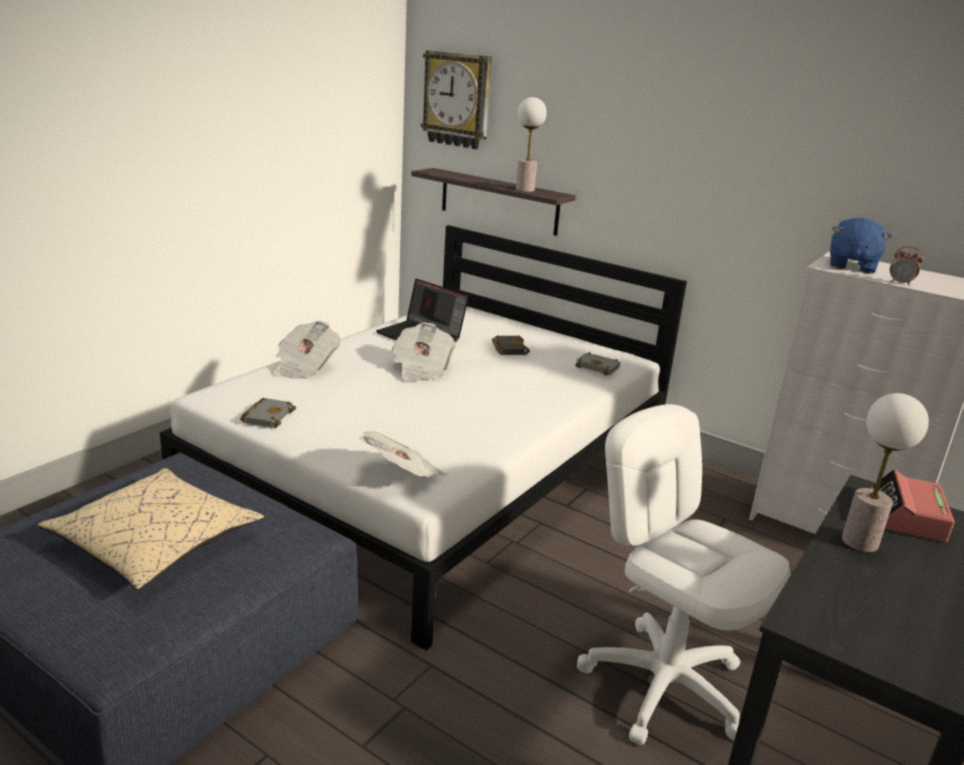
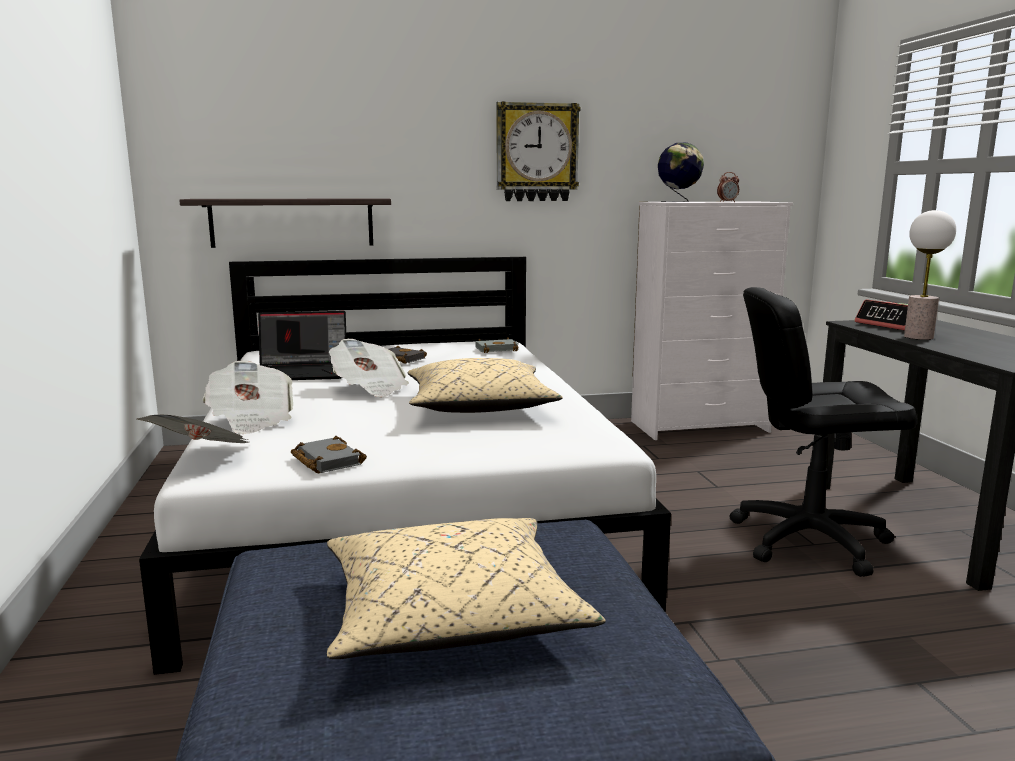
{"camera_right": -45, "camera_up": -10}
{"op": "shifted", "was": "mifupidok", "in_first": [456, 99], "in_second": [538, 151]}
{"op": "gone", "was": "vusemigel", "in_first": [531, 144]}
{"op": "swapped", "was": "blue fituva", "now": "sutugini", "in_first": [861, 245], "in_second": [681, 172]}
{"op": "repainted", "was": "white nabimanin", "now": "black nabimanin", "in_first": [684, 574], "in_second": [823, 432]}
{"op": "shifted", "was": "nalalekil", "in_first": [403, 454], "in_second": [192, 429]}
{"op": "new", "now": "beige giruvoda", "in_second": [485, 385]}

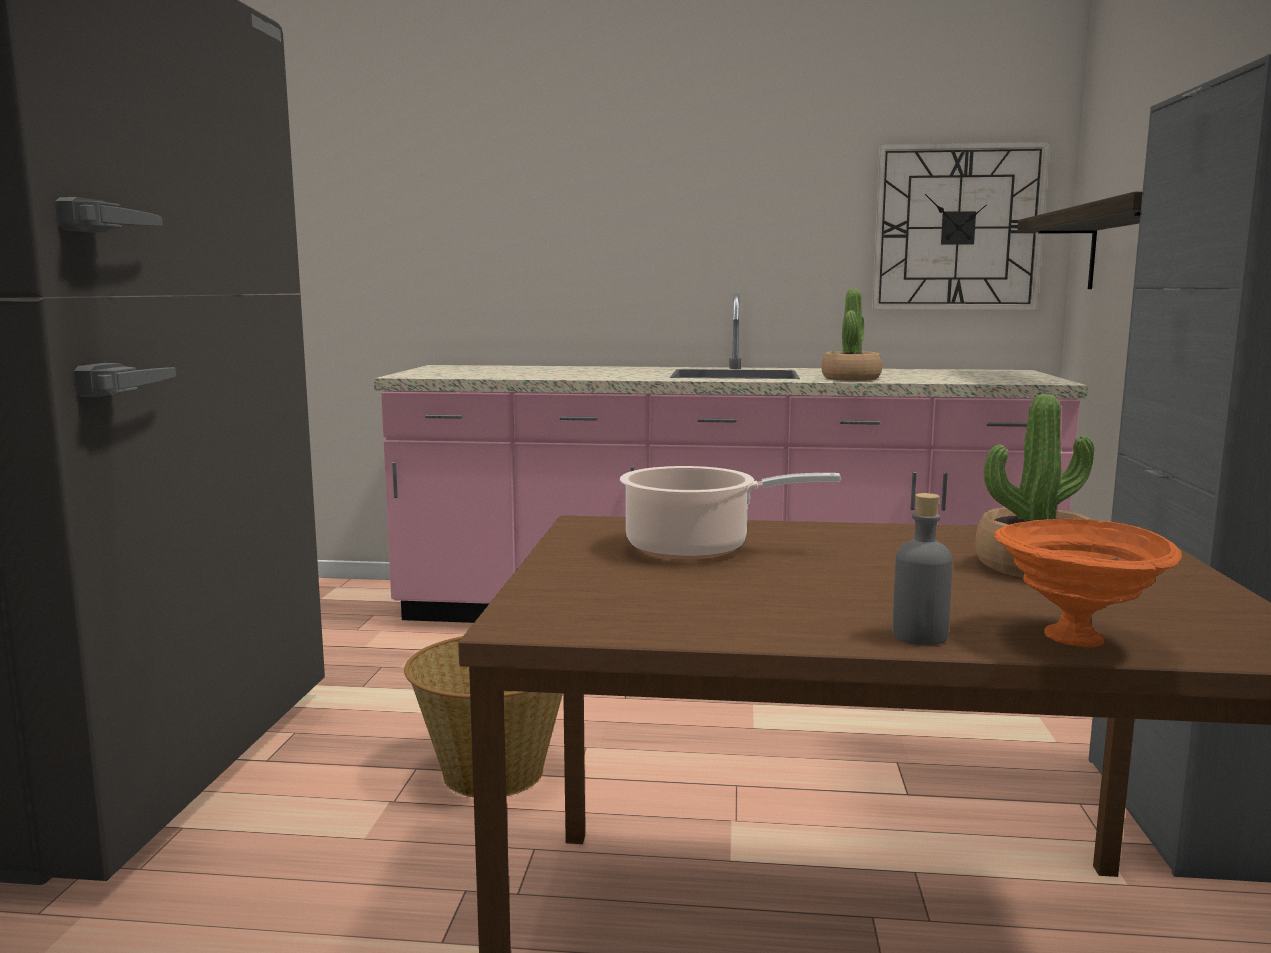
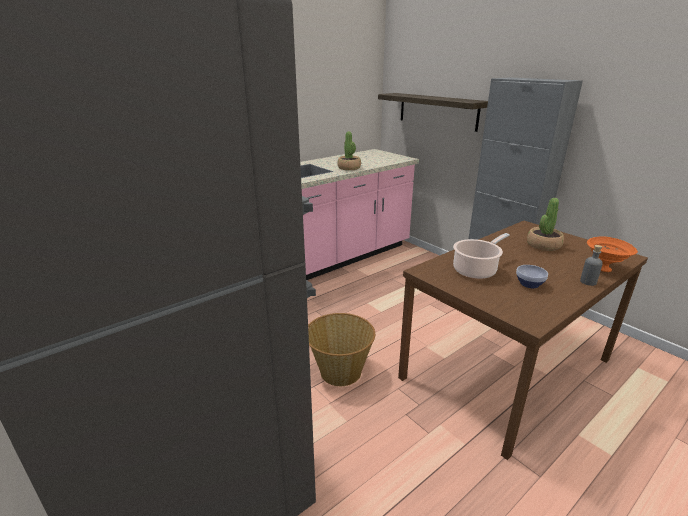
{"camera_right": -45, "camera_up": 15}
{"op": "gone", "was": "mifupidok", "in_first": [961, 226]}
{"op": "new", "now": "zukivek", "in_second": [532, 276]}

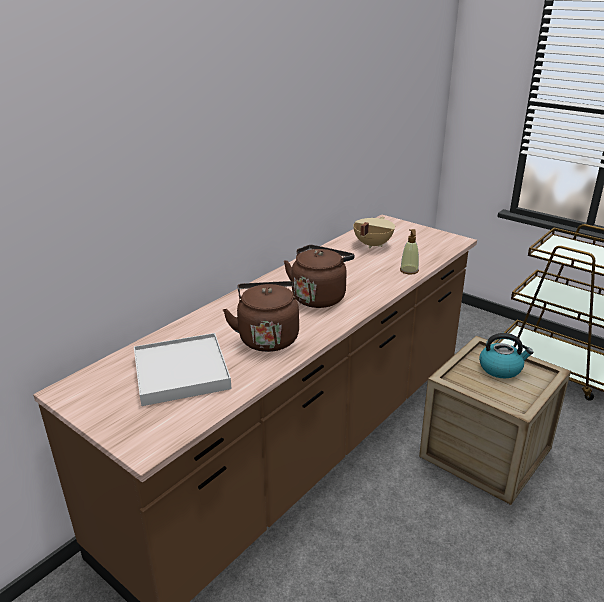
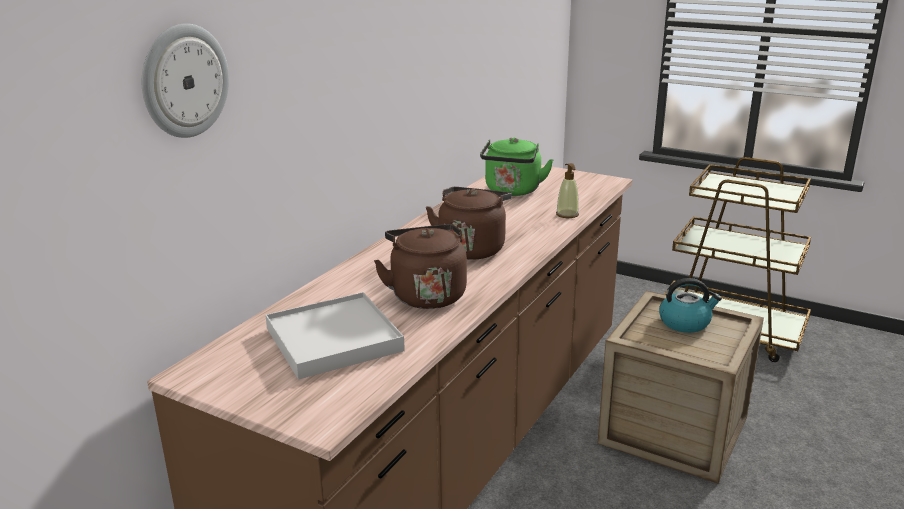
{"camera_right": -10, "camera_up": -5}
{"op": "swapped", "was": "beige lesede", "now": "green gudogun", "in_first": [374, 232], "in_second": [516, 166]}
{"op": "new", "now": "mifupidok", "in_second": [185, 80]}

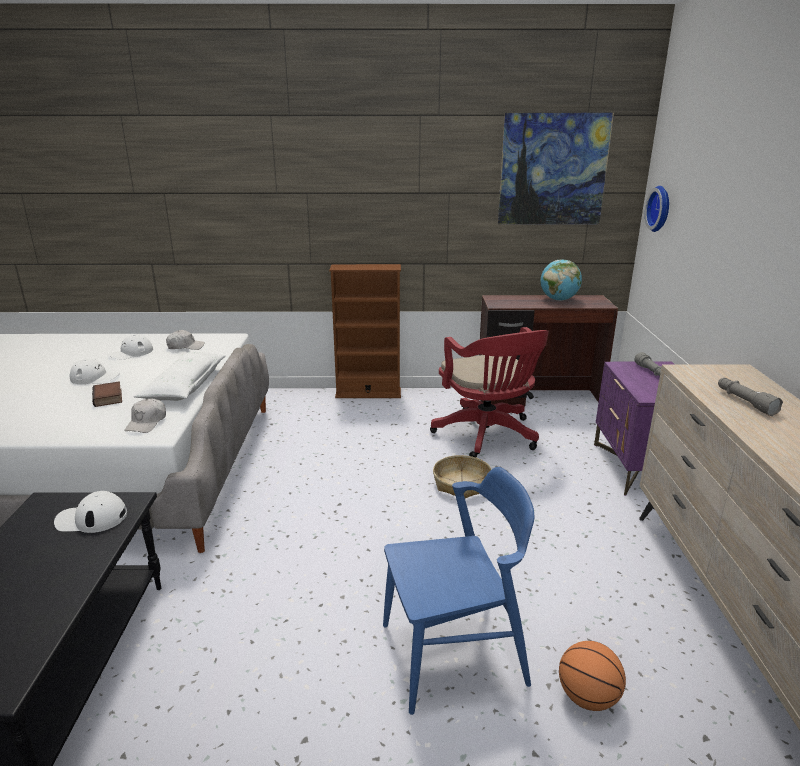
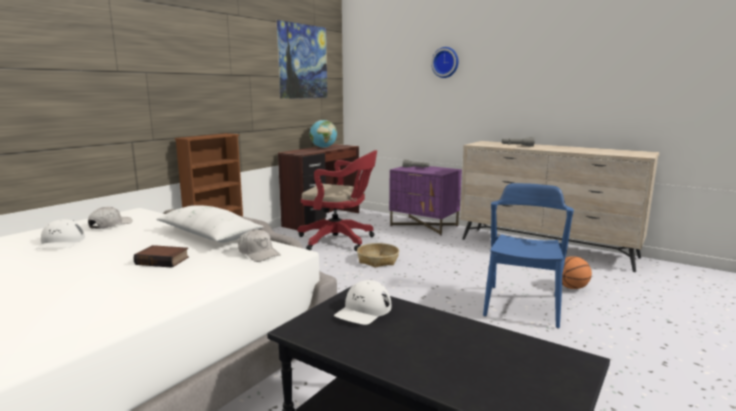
{"camera_right": -55, "camera_up": -10}
{"op": "shifted", "was": "mifupidok", "in_first": [657, 209], "in_second": [445, 62]}
{"op": "gone", "was": "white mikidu", "in_first": [95, 371]}

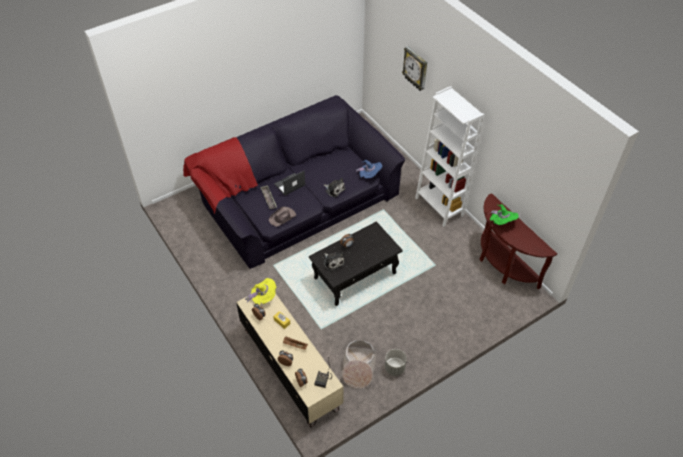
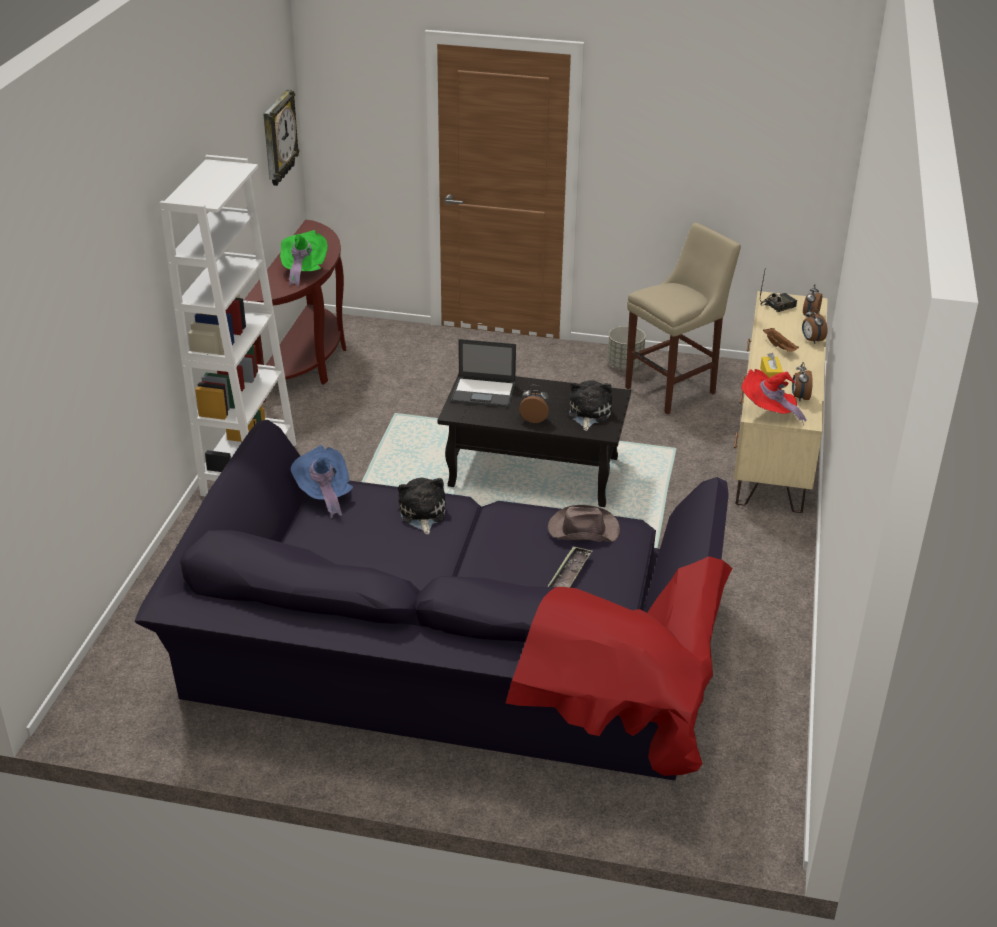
{"camera_right": -135, "camera_up": -15}
{"op": "shifted", "was": "mifupidok", "in_first": [414, 68], "in_second": [281, 137]}
{"op": "shifted", "was": "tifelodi", "in_first": [289, 183], "in_second": [483, 373]}
{"op": "repainted", "was": "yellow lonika", "now": "red lonika", "in_first": [261, 291], "in_second": [774, 397]}
{"op": "swapped", "was": "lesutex", "now": "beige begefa", "in_first": [359, 364], "in_second": [683, 318]}

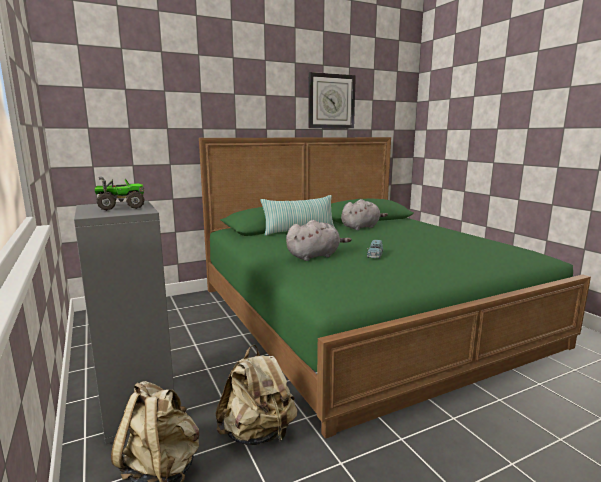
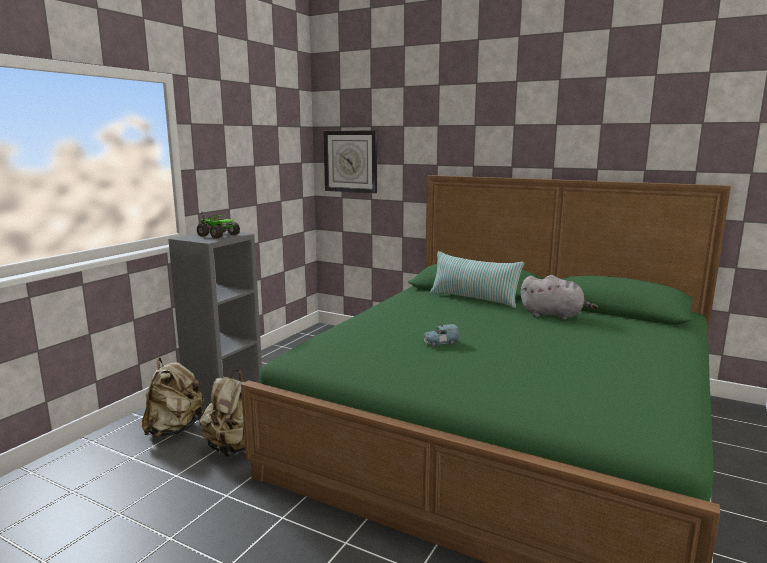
{"camera_right": 55, "camera_up": 0}
{"op": "shifted", "was": "mifupidok", "in_first": [332, 100], "in_second": [350, 162]}
{"op": "gone", "was": "grey fituva", "in_first": [318, 240]}

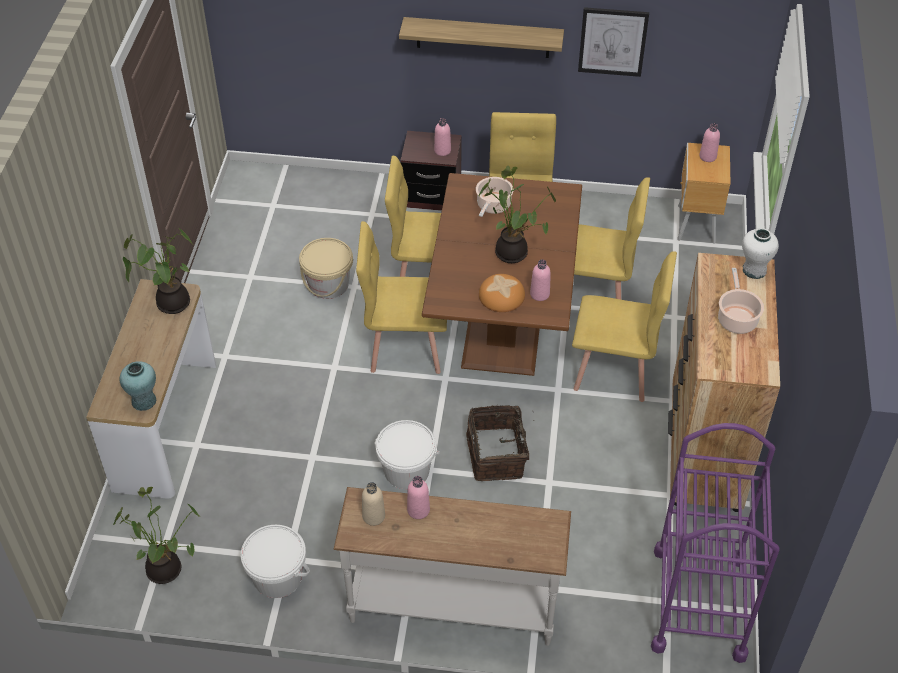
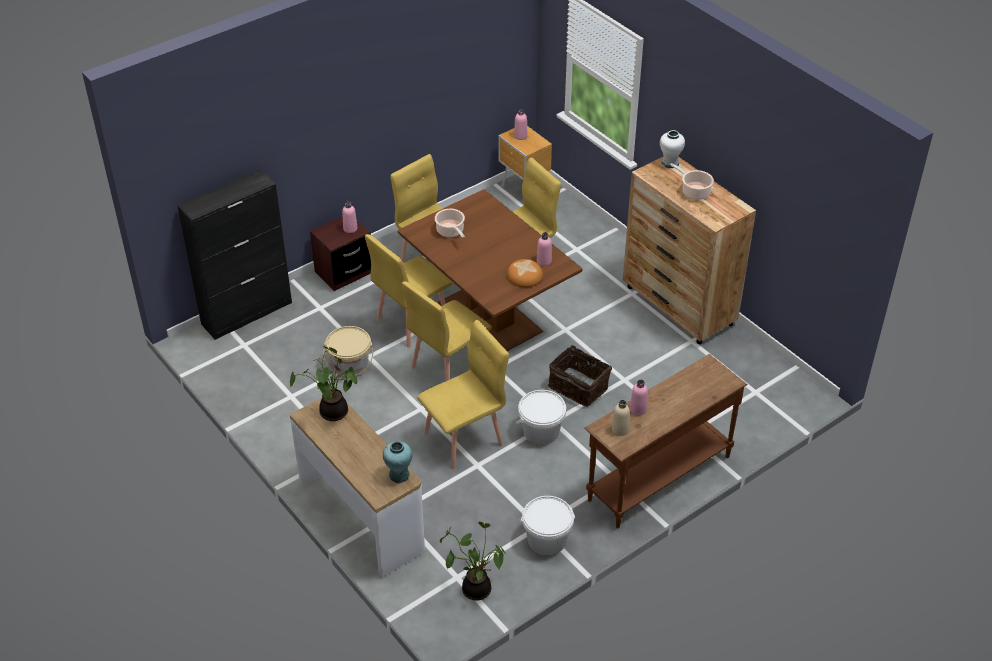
{"camera_right": -45, "camera_up": -5}
{"op": "gone", "was": "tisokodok", "in_first": [613, 42]}
{"op": "gone", "was": "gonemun", "in_first": [481, 37]}
{"op": "gone", "was": "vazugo", "in_first": [517, 214]}
{"op": "shifted", "was": "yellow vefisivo", "in_first": [624, 326], "in_second": [463, 394]}
{"op": "gone", "was": "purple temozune", "in_first": [715, 543]}
{"op": "repainted", "was": "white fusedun", "now": "brown fusedun", "in_first": [452, 566], "in_second": [666, 441]}
{"op": "new", "now": "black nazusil", "in_second": [234, 255]}

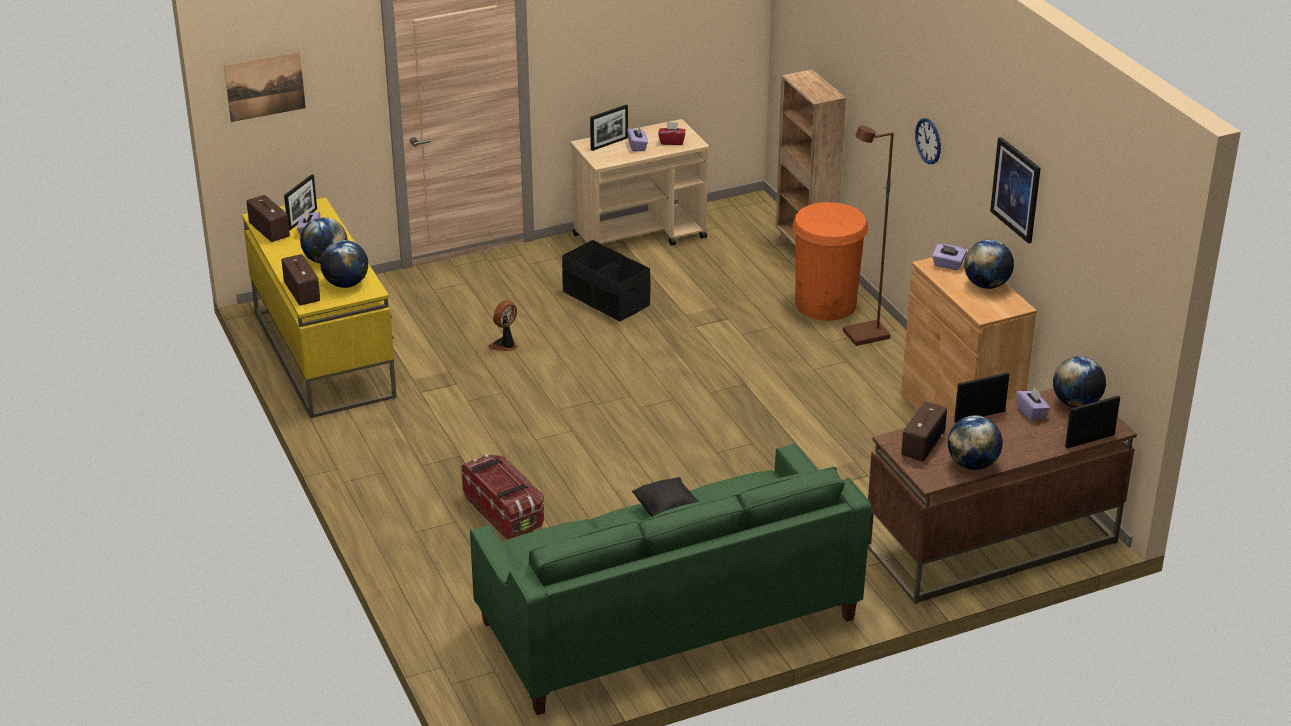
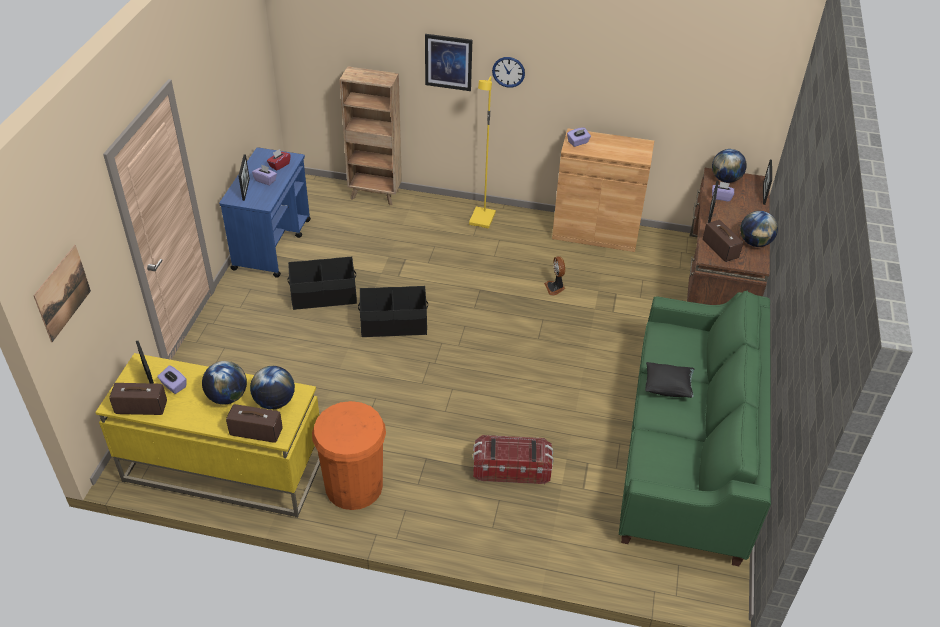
{"camera_right": -55, "camera_up": 10}
{"op": "repainted", "was": "beige temozune", "now": "blue temozune", "in_first": [640, 182], "in_second": [265, 212]}
{"op": "repainted", "was": "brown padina", "now": "yellow padina", "in_first": [868, 235], "in_second": [482, 152]}
{"op": "shifted", "was": "tisokodok", "in_first": [1015, 190], "in_second": [448, 62]}
{"op": "shifted", "was": "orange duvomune", "in_first": [830, 261], "in_second": [349, 455]}
{"op": "gone", "was": "sutugini", "in_first": [989, 264]}
{"op": "shifted", "was": "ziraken", "in_first": [503, 325], "in_second": [554, 276]}
{"op": "new", "now": "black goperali", "in_second": [393, 311]}

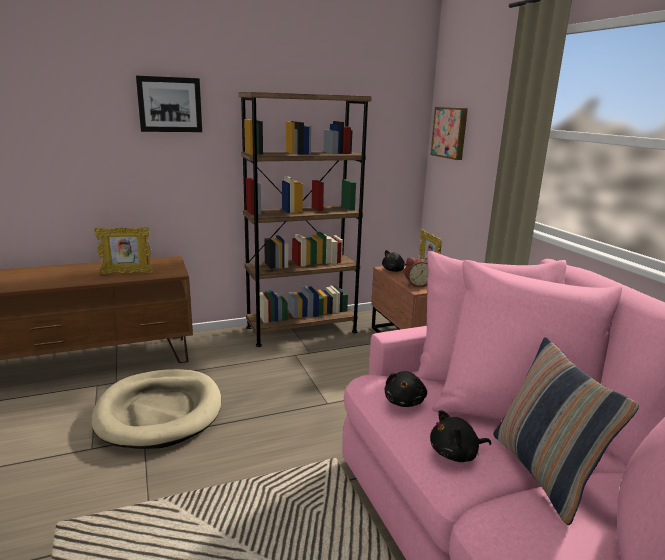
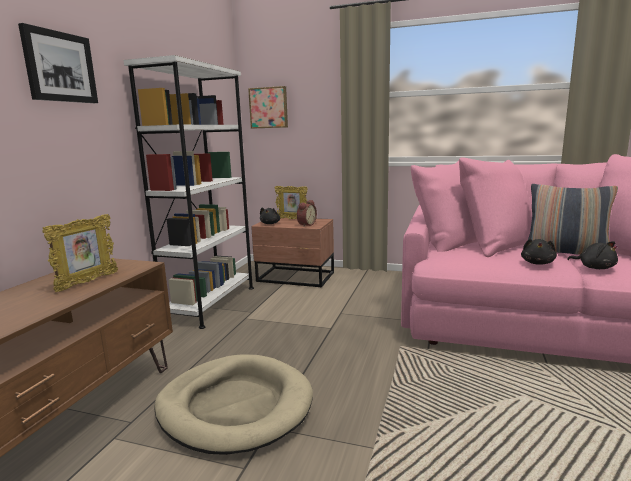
{"camera_right": -50, "camera_up": -5}
{"op": "repainted", "was": "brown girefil", "now": "white girefil", "in_first": [305, 219], "in_second": [188, 192]}
{"op": "shifted", "was": "black fituva", "in_first": [406, 389], "in_second": [592, 255]}

